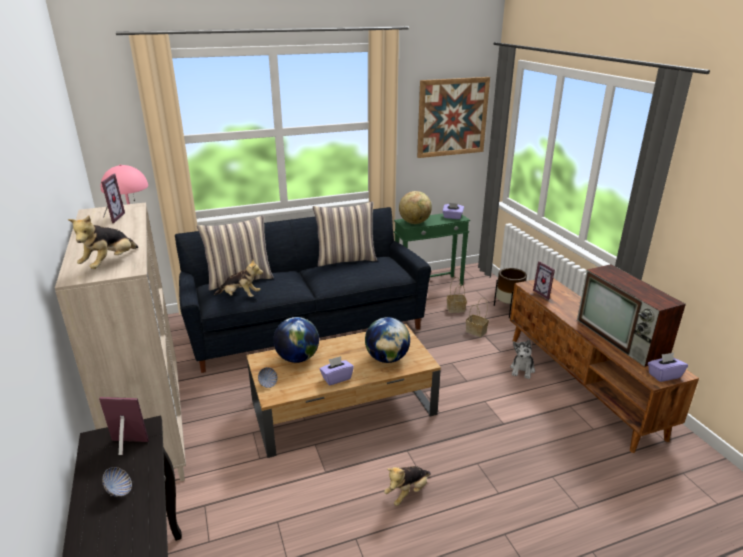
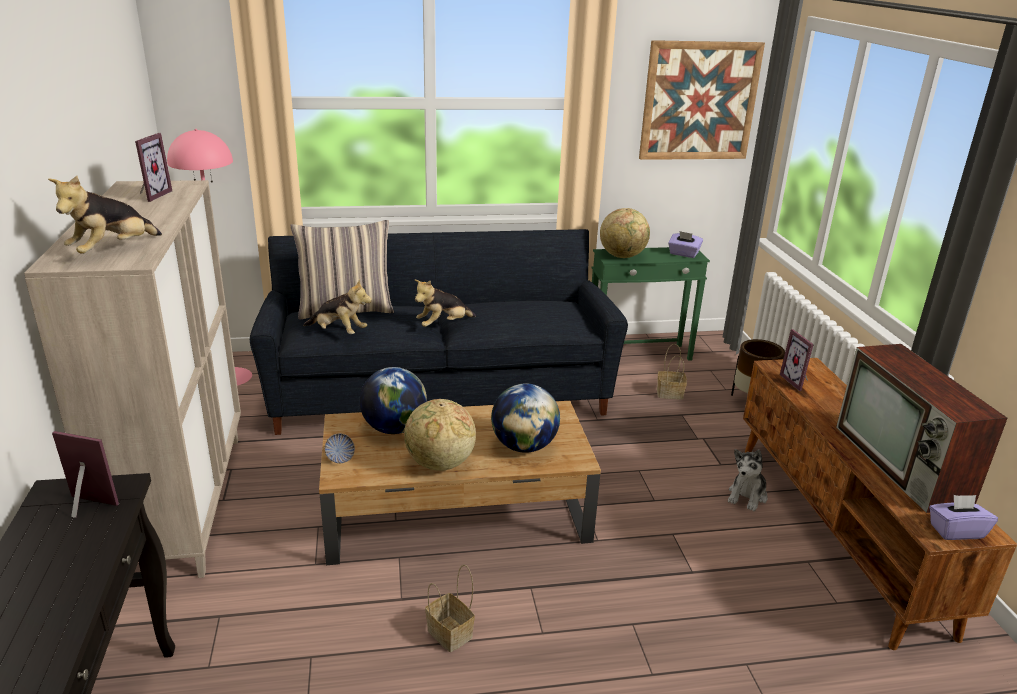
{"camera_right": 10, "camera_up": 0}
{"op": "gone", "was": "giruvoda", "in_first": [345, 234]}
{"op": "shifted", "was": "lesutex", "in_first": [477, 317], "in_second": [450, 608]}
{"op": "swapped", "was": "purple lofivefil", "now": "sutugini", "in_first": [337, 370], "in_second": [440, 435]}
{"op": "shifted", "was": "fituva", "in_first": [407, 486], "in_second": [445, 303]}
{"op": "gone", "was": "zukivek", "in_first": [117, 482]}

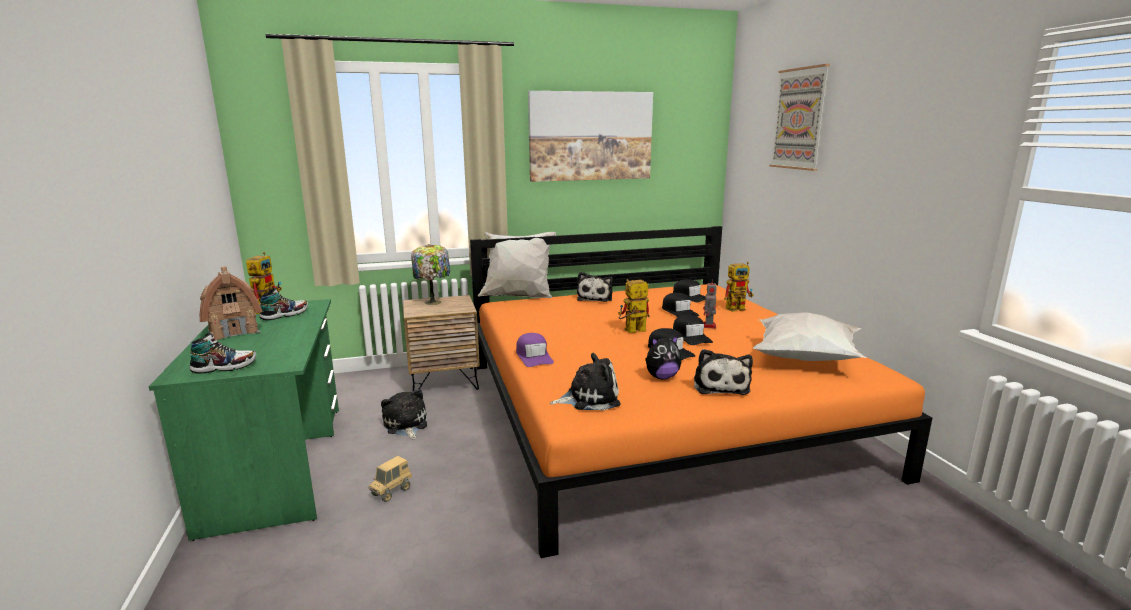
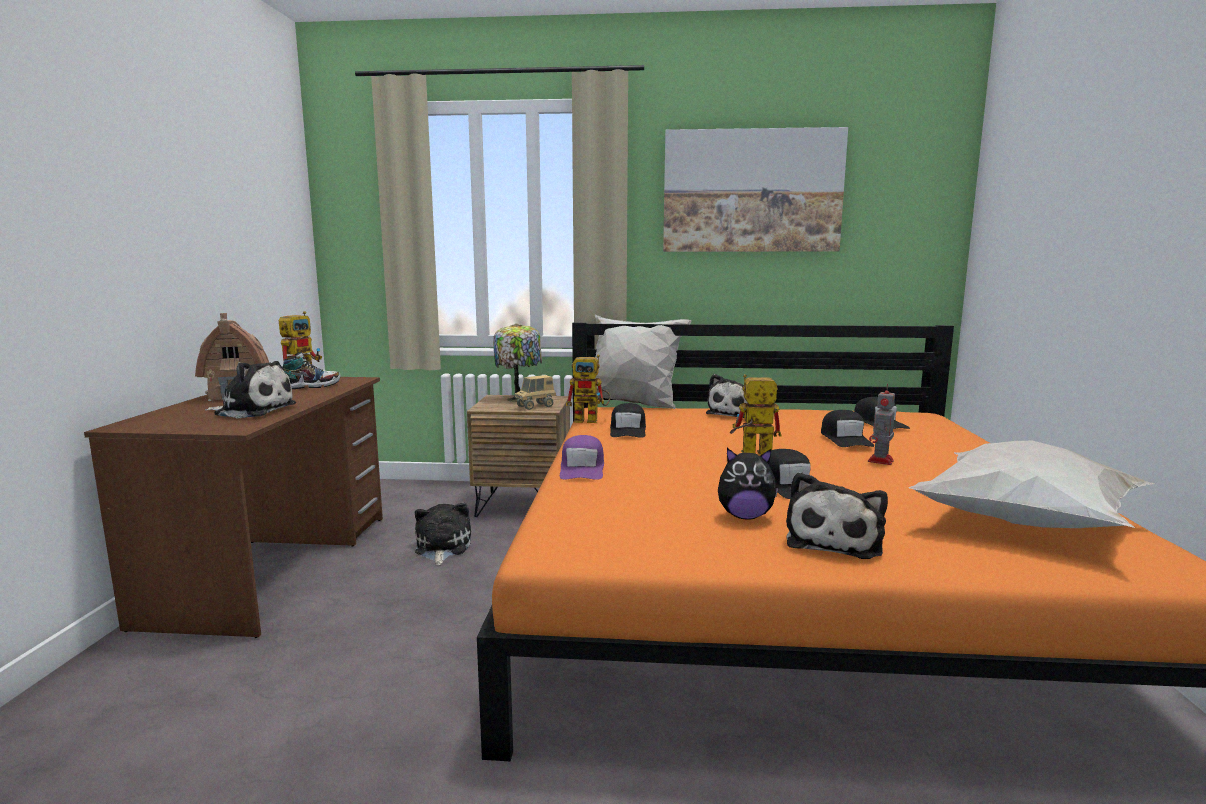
{"camera_right": 20, "camera_up": -5}
{"op": "gone", "was": "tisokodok", "in_first": [799, 117]}
{"op": "shifted", "was": "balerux", "in_first": [739, 287], "in_second": [588, 389]}
{"op": "repainted", "was": "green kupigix", "now": "brown kupigix", "in_first": [244, 420], "in_second": [233, 507]}
{"op": "shifted", "was": "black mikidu", "in_first": [693, 330], "in_second": [628, 420]}
{"op": "gone", "was": "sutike", "in_first": [222, 353]}
{"op": "shifted", "was": "fituva", "in_first": [585, 382], "in_second": [250, 390]}
{"op": "shifted", "was": "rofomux", "in_first": [391, 479], "in_second": [535, 392]}

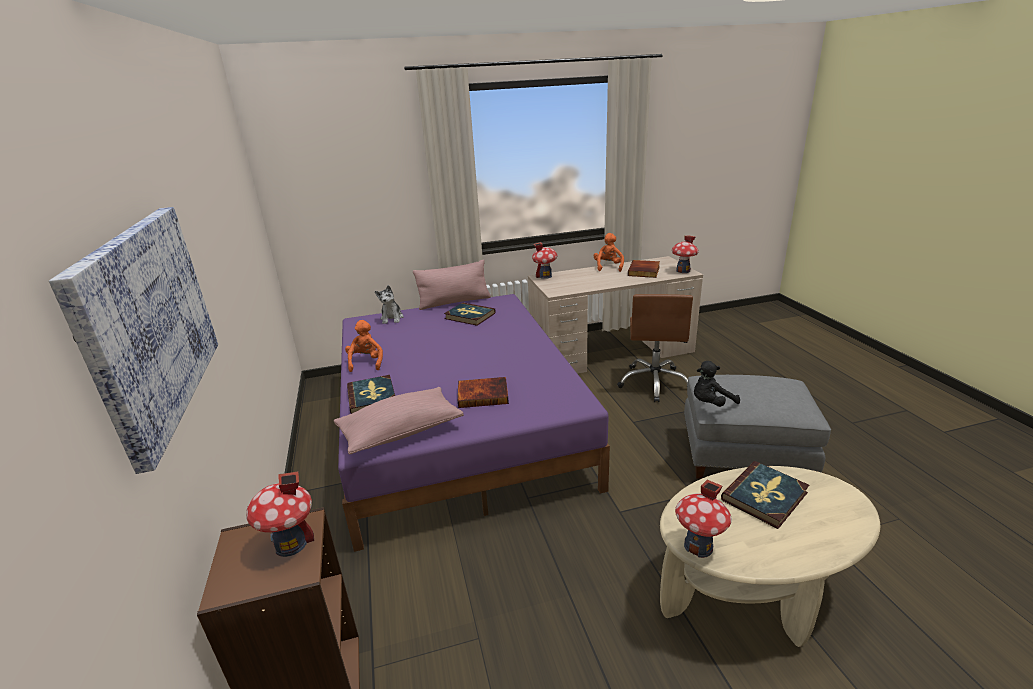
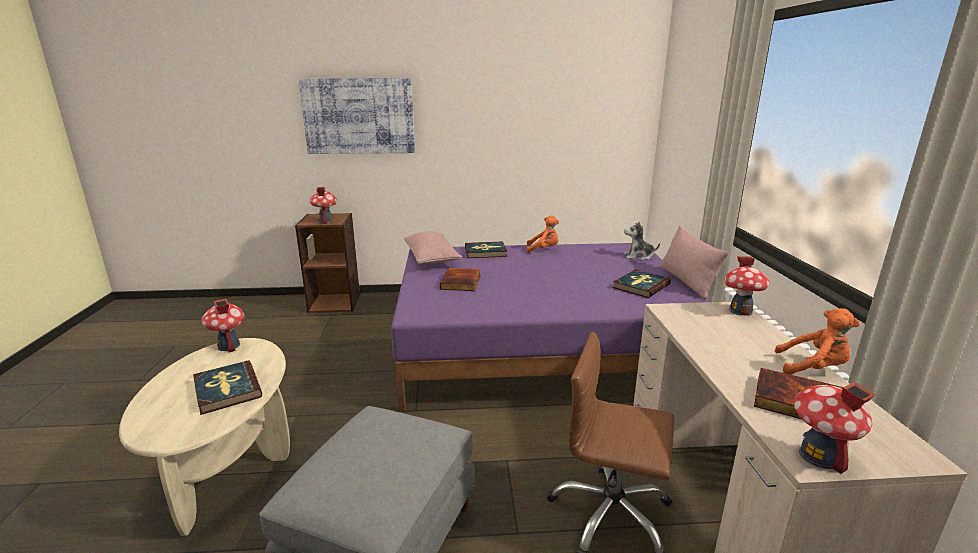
{"camera_right": 100, "camera_up": -5}
{"op": "gone", "was": "black fituva", "in_first": [717, 384]}

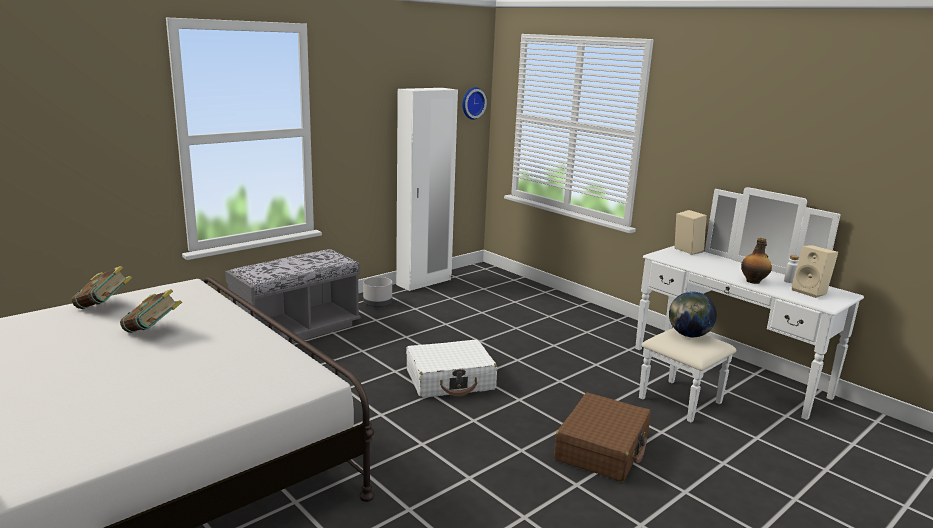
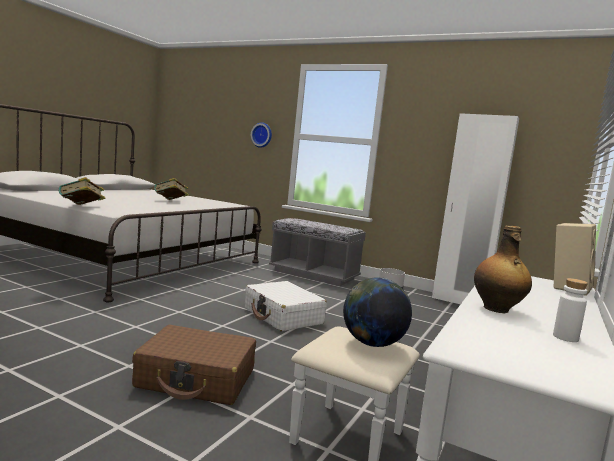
{"camera_right": 70, "camera_up": -10}
{"op": "shifted", "was": "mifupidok", "in_first": [474, 103], "in_second": [261, 135]}
{"op": "gone", "was": "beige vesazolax", "in_first": [815, 271]}
{"op": "shifted", "was": "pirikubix", "in_first": [101, 287], "in_second": [82, 191]}

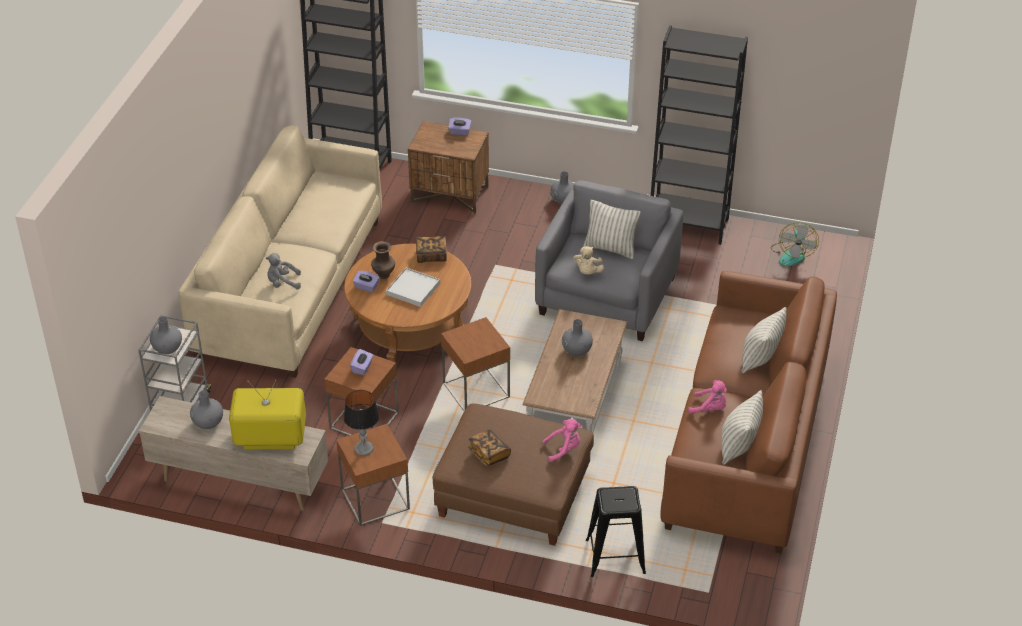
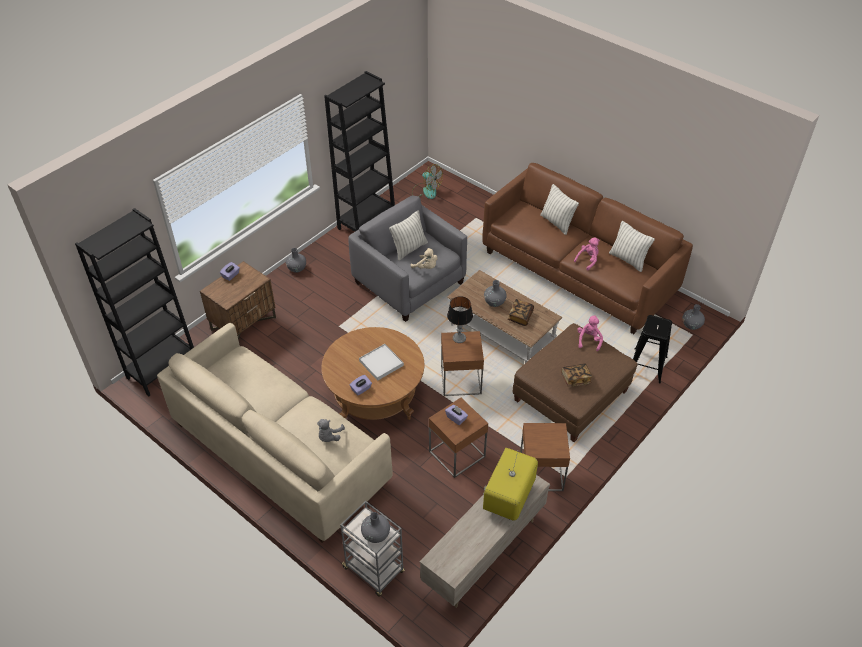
{"camera_right": -65, "camera_up": 5}
{"op": "shifted", "was": "pirikubix", "in_first": [431, 249], "in_second": [521, 312]}
{"op": "gone", "was": "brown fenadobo", "in_first": [383, 260]}
{"op": "shifted", "was": "grey fenadobo", "in_first": [206, 409], "in_second": [693, 317]}
{"op": "shifted", "was": "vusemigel", "in_first": [361, 423], "in_second": [460, 319]}

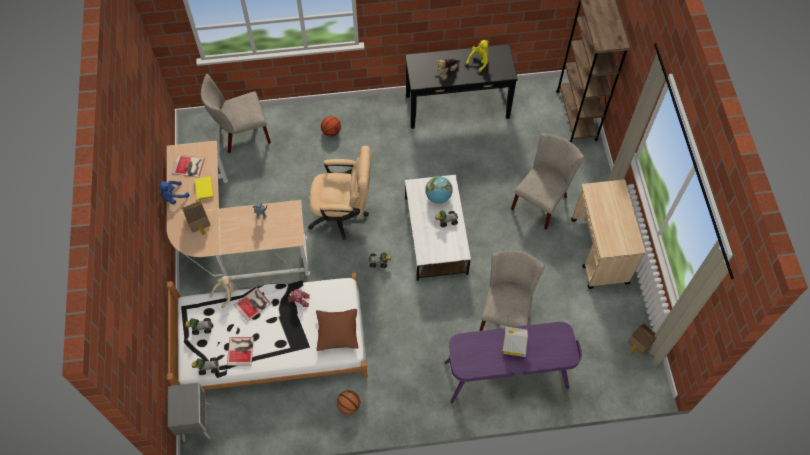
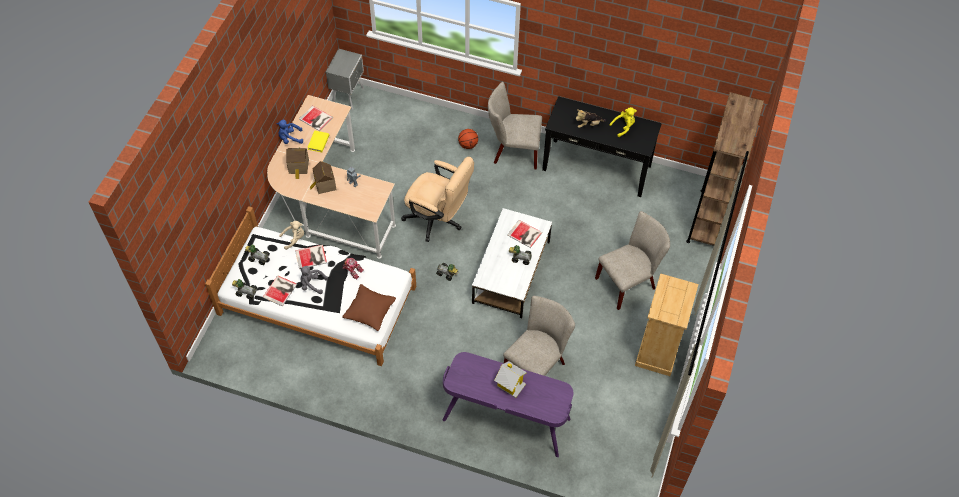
{"camera_right": 25, "camera_up": -5}
{"op": "shifted", "was": "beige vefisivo", "in_first": [236, 113], "in_second": [515, 125]}
{"op": "swapped", "was": "sutugini", "now": "pirikubix", "in_first": [439, 190], "in_second": [524, 234]}
{"op": "swapped", "was": "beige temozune", "now": "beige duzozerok", "in_first": [608, 234], "in_second": [667, 324]}
{"op": "shifted", "was": "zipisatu", "in_first": [641, 339], "in_second": [323, 177]}
{"op": "shifted", "was": "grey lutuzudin", "in_first": [189, 412], "in_second": [345, 79]}
{"op": "gone", "was": "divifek", "in_first": [348, 402]}
{"op": "new", "now": "grey fituva", "in_second": [314, 280]}

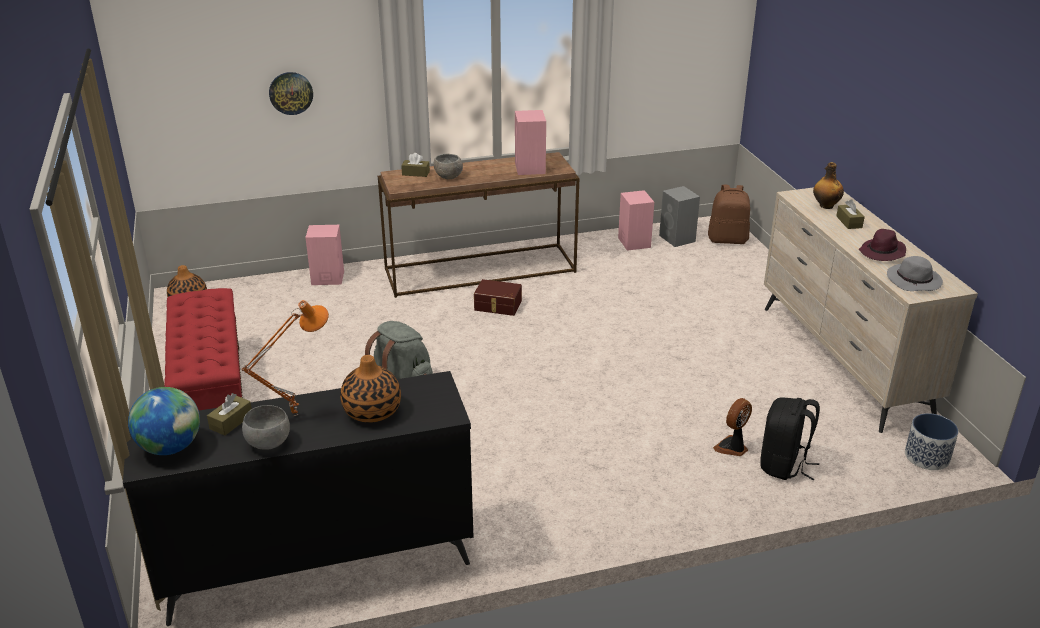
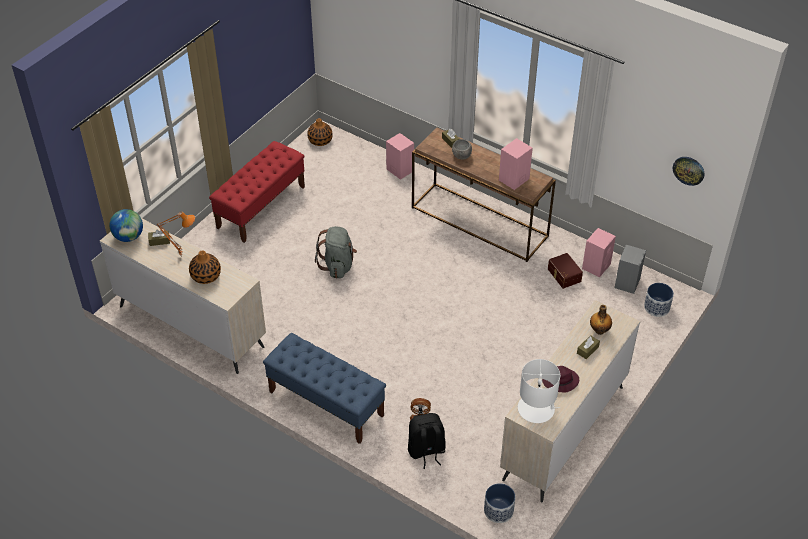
{"camera_right": 50, "camera_up": 15}
{"op": "shifted", "was": "mifupidok", "in_first": [291, 93], "in_second": [689, 171]}
{"op": "swapped", "was": "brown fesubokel", "now": "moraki", "in_first": [729, 214], "in_second": [659, 300]}
{"op": "swapped", "was": "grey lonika", "now": "white vusemigel", "in_first": [915, 273], "in_second": [539, 391]}
{"op": "shifted", "was": "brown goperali", "in_first": [498, 297], "in_second": [565, 271]}
{"op": "repainted", "was": "black duzozerok", "now": "beige duzozerok", "in_first": [298, 498], "in_second": [183, 296]}
{"op": "gone", "was": "grey zukivek", "in_first": [266, 427]}
{"op": "new", "now": "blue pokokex", "in_second": [324, 388]}

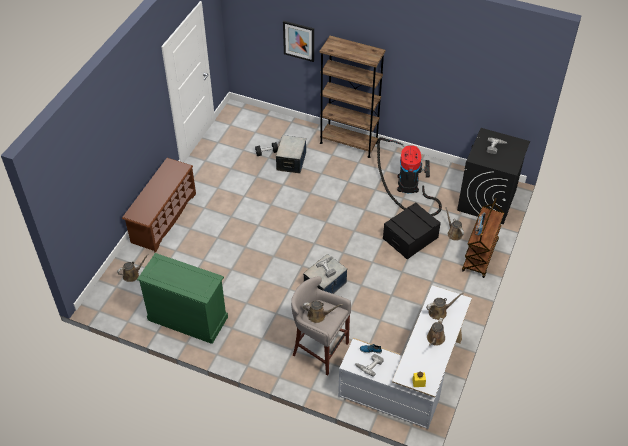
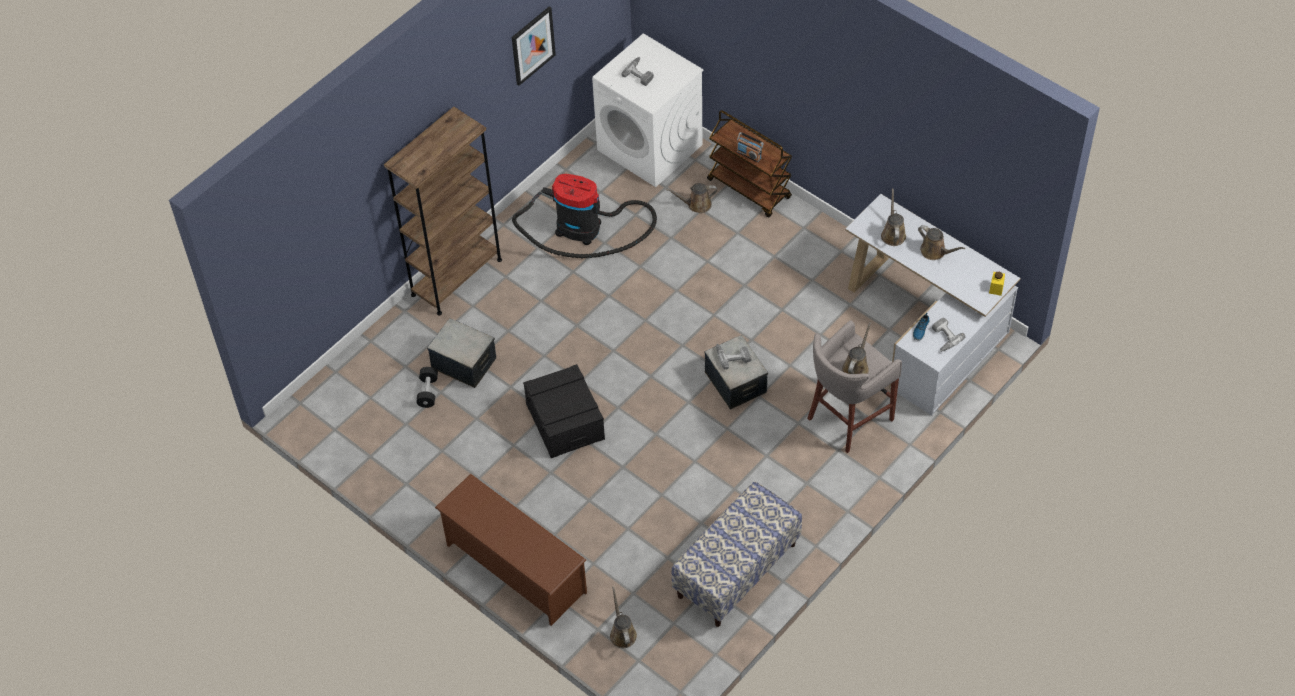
{"camera_right": -70, "camera_up": 5}
{"op": "shifted", "was": "tisokodok", "in_first": [298, 41], "in_second": [534, 46]}
{"op": "repainted", "was": "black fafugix", "now": "white fafugix", "in_first": [493, 176], "in_second": [648, 110]}
{"op": "shifted", "was": "black goperali", "in_first": [412, 230], "in_second": [564, 411]}
{"op": "swapped", "was": "green duzozerok", "now": "pokokex", "in_first": [182, 298], "in_second": [736, 554]}

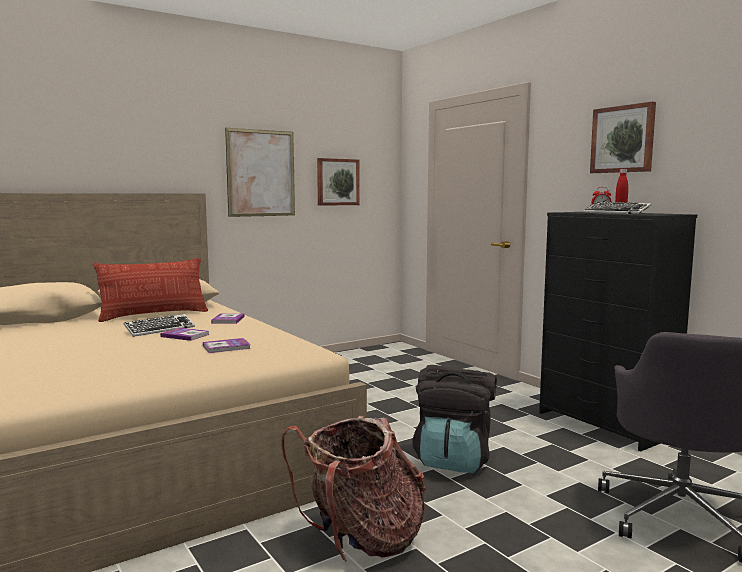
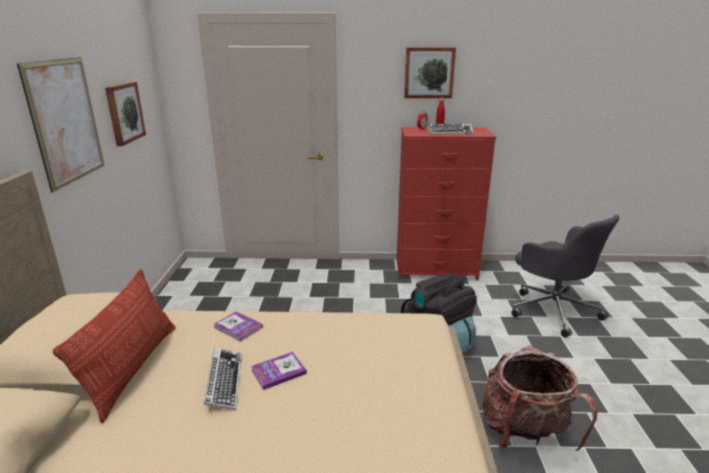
{"camera_right": -55, "camera_up": 15}
{"op": "repainted", "was": "black duzozerok", "now": "red duzozerok", "in_first": [618, 332], "in_second": [446, 204]}
{"op": "gone", "was": "pirikubix", "in_first": [227, 345]}

